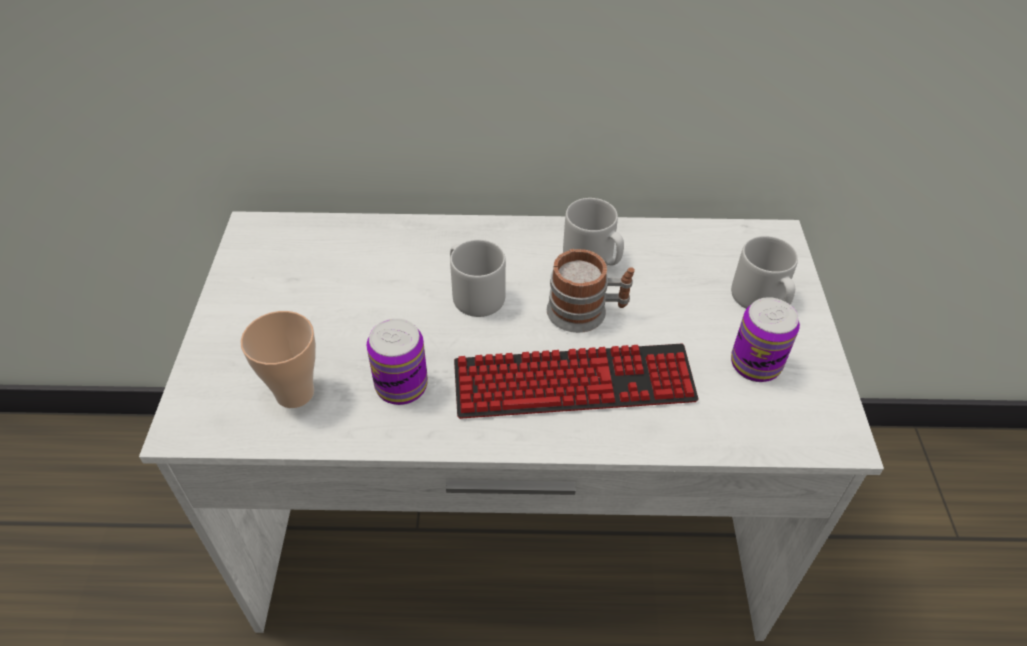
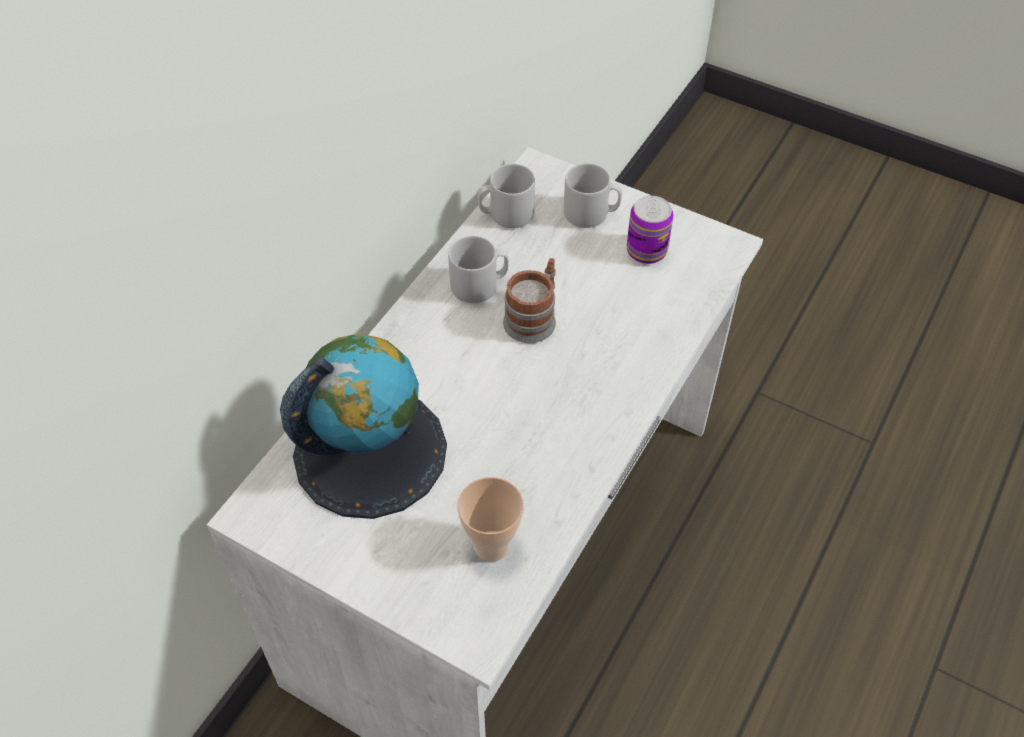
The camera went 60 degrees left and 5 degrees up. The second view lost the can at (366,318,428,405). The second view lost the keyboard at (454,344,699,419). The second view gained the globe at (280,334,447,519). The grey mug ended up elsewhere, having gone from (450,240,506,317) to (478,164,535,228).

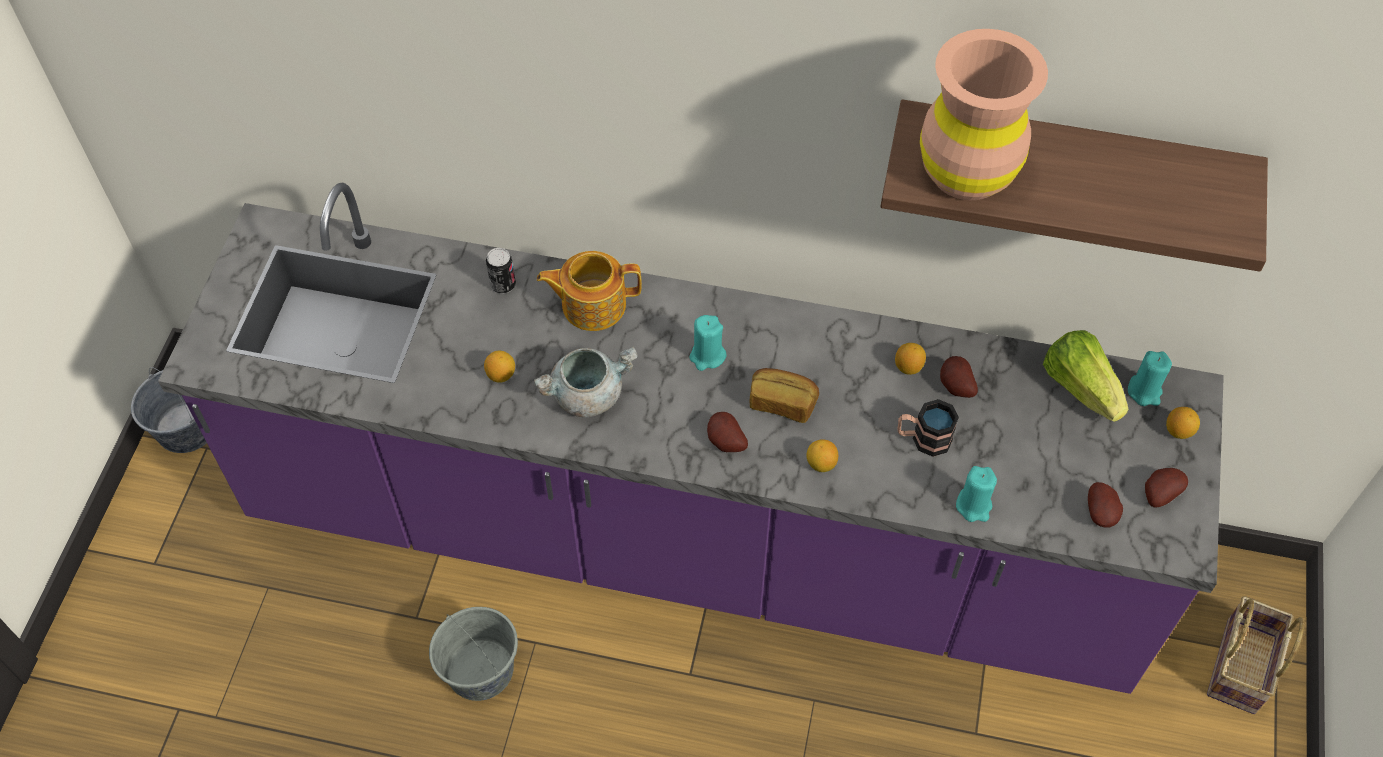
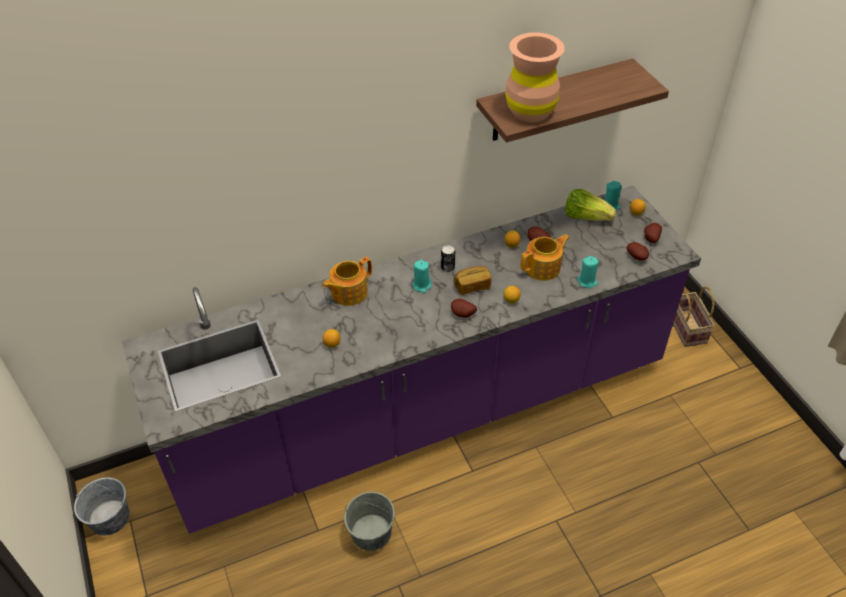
The camera went 35 degrees left and 10 degrees down. The second view lost the grey cooking pot at (534,346,638,418). The can ended up elsewhere, having gone from (486,248,516,294) to (441,245,455,272). Where the mug stood at (898,399,959,457), the teapot came to stand at (521,235,569,281).

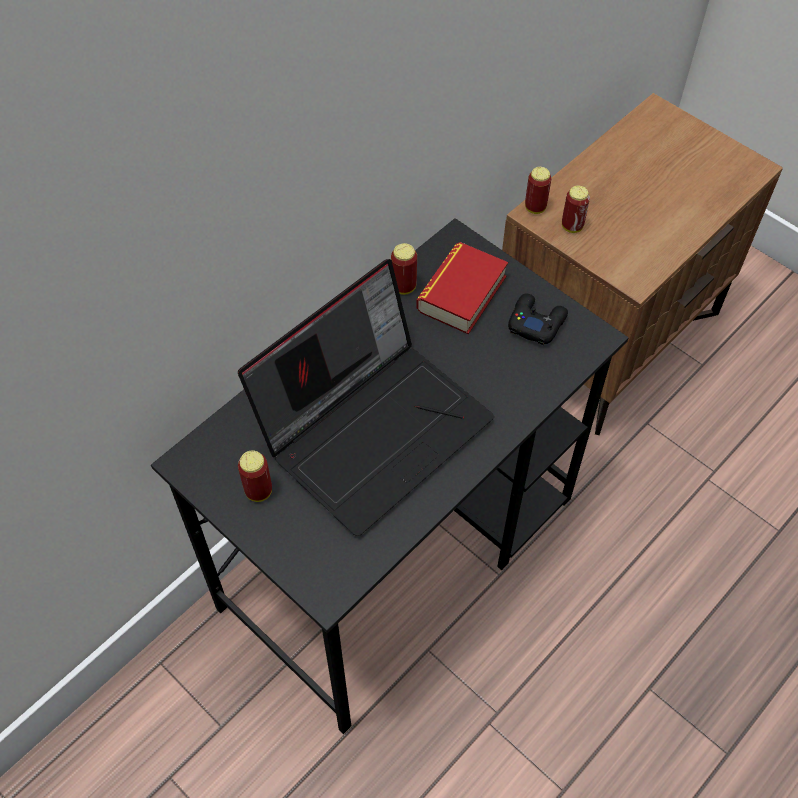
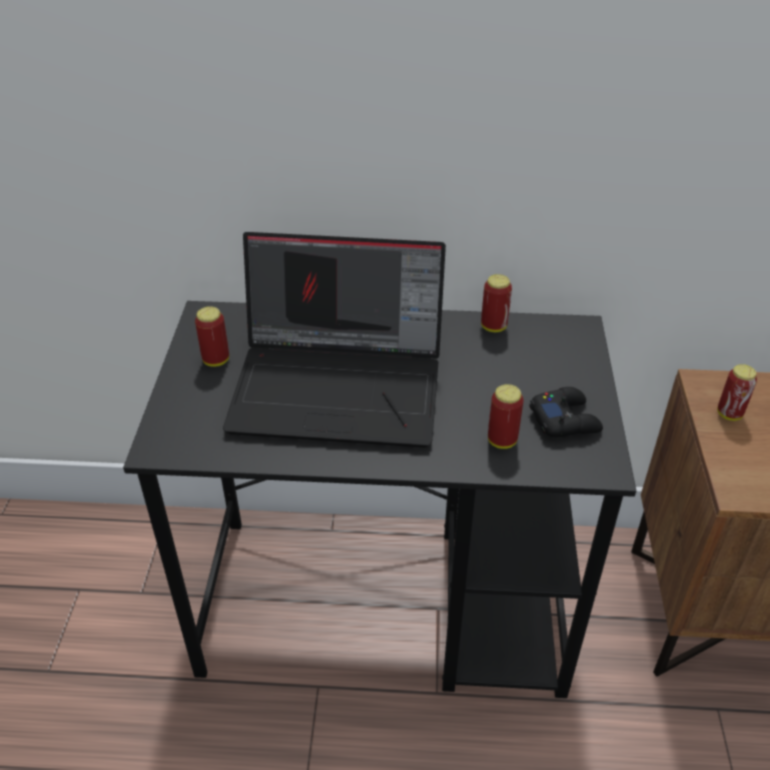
The camera went 50 degrees right and 15 degrees down. The second view lost the book at (416,242,508,334). The can ended up elsewhere, having gone from (525,167,551,214) to (488,384,524,449).

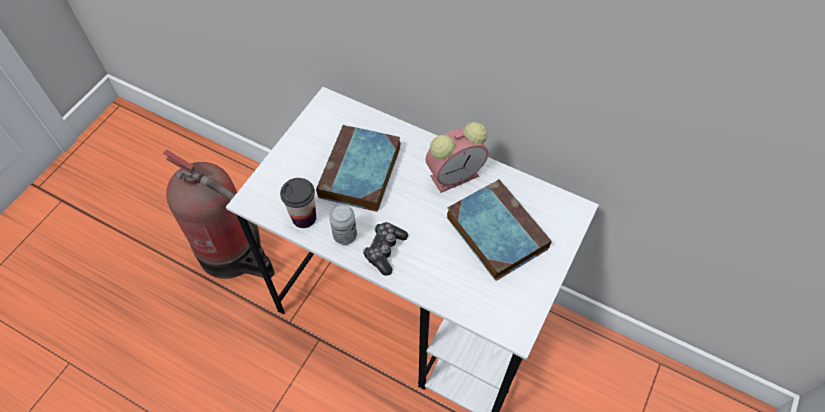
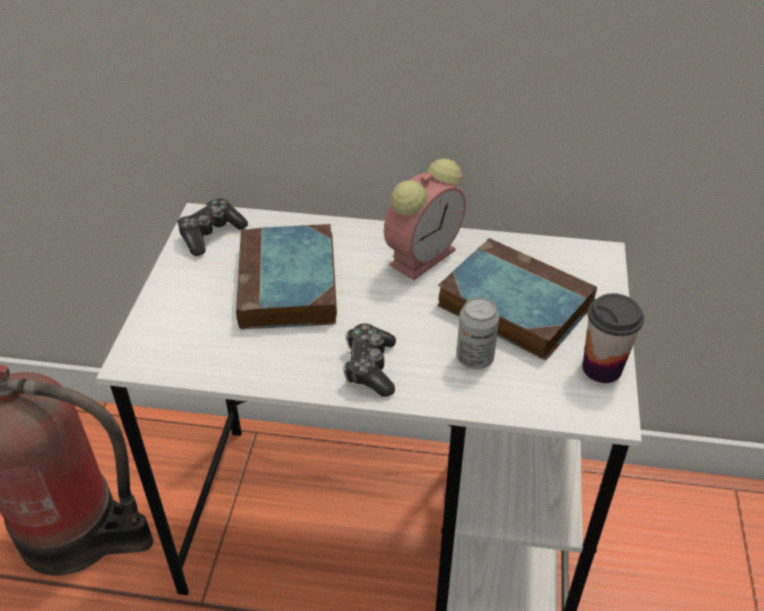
The camera went 20 degrees left and 15 degrees down. The second view gained the game controller at (177,198,248,256). The cup ended up elsewhere, having gone from (280,178,316,228) to (583,293,644,383). The can ended up elsewhere, having gone from (329,204,357,245) to (456,297,499,369).

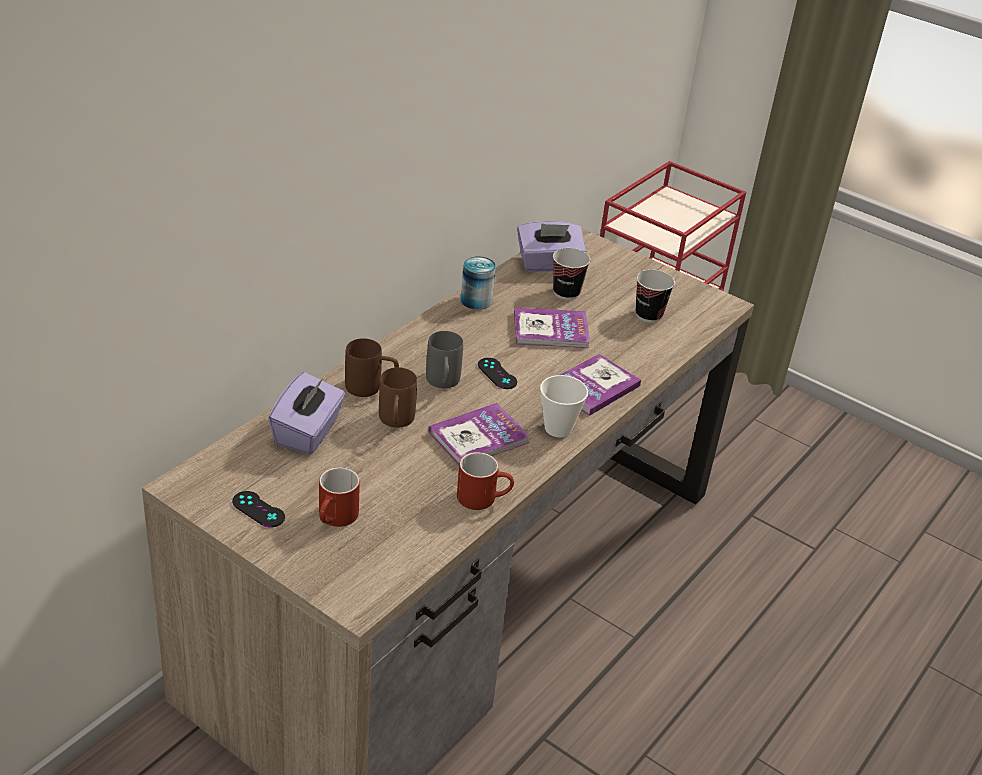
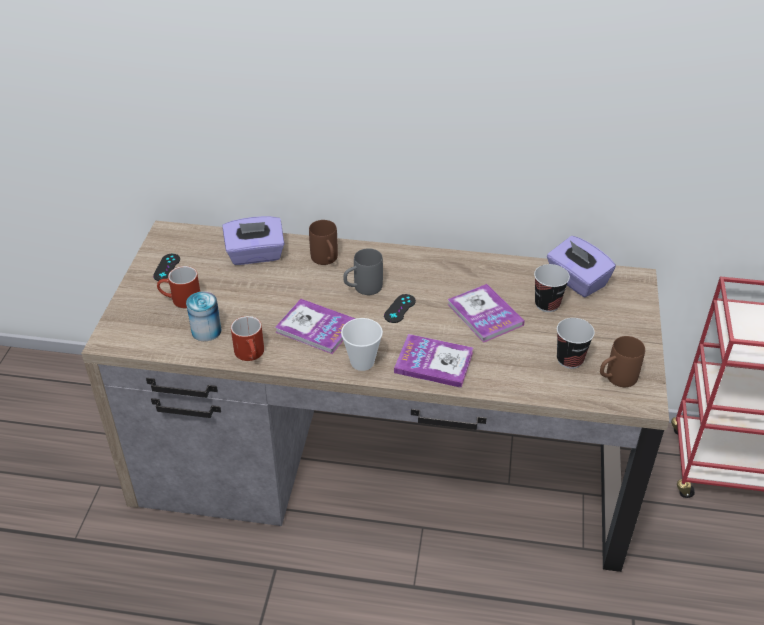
The camera went 65 degrees right and 5 degrees up. The brown mug ended up elsewhere, having gone from (379,367,417,428) to (600,336,645,387). The can ended up elsewhere, having gone from (461,256,496,310) to (186,291,221,341).

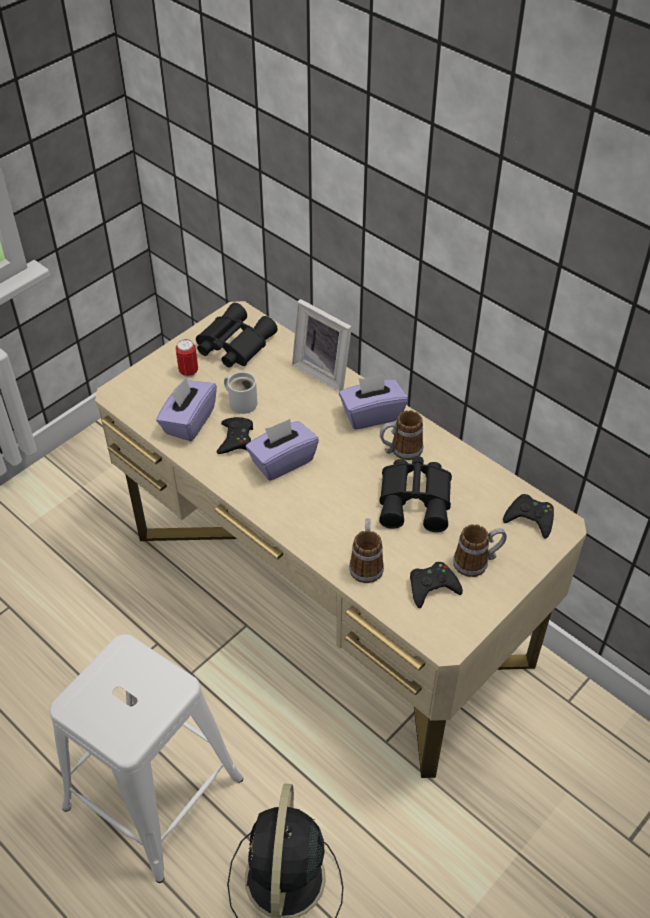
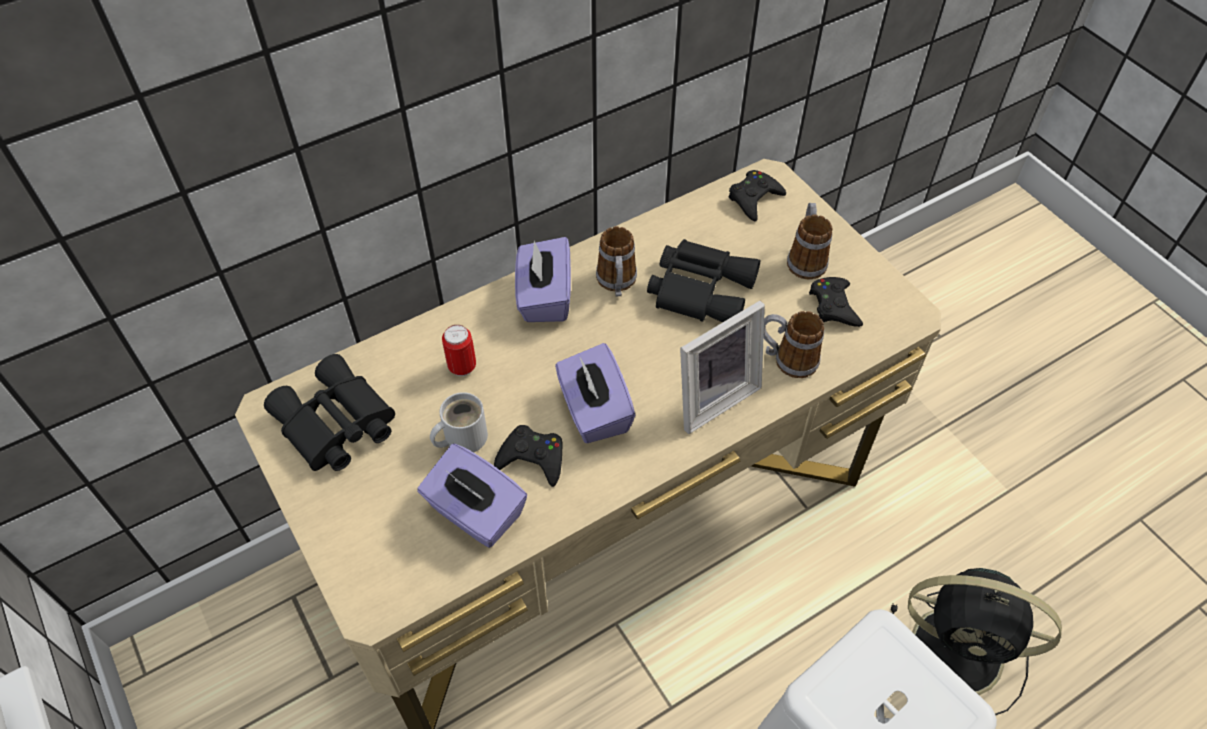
The camera went 75 degrees left and 5 degrees up. The can ended up elsewhere, having gone from (176,339,198,377) to (442,325,476,376). The picture frame ended up elsewhere, having gone from (292,299,352,392) to (680,300,765,434).

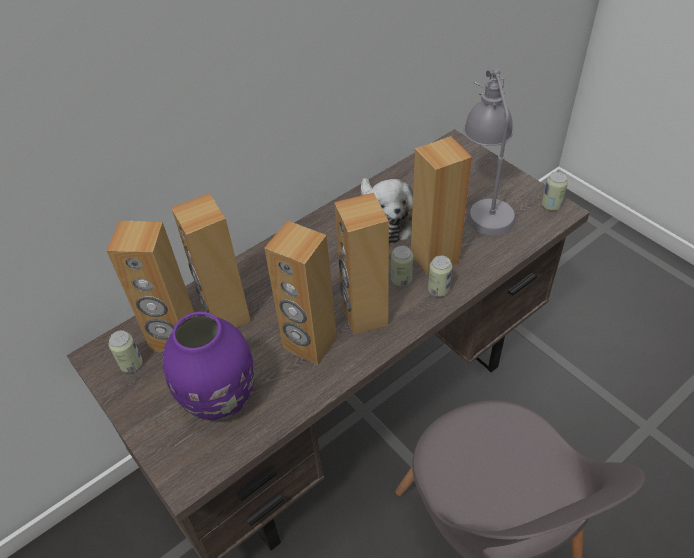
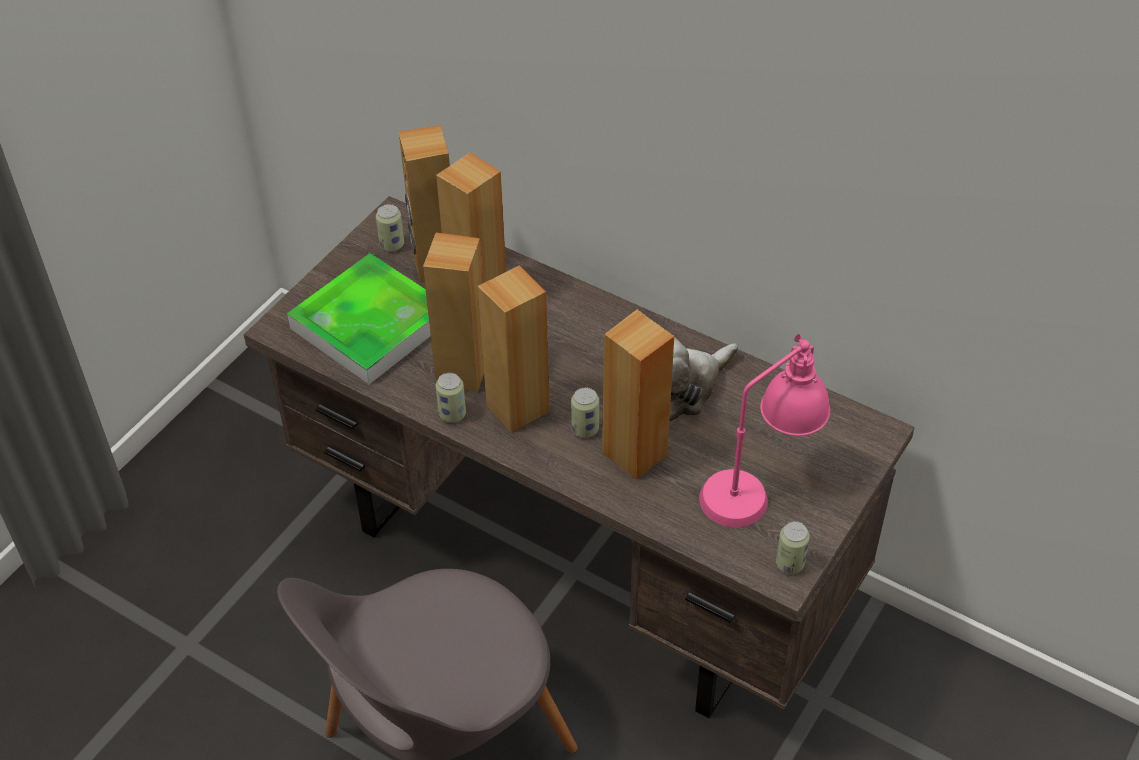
The camera went 70 degrees right and 0 degrees up. The can ended up elsewhere, having gone from (428,255,452,297) to (436,373,466,423). Where the purple vase stood at (162,311,254,421), the tray came to stand at (287,253,431,384). What was the grey table lamp at (463,68,516,236) turned into the pink table lamp at (699,334,830,528).

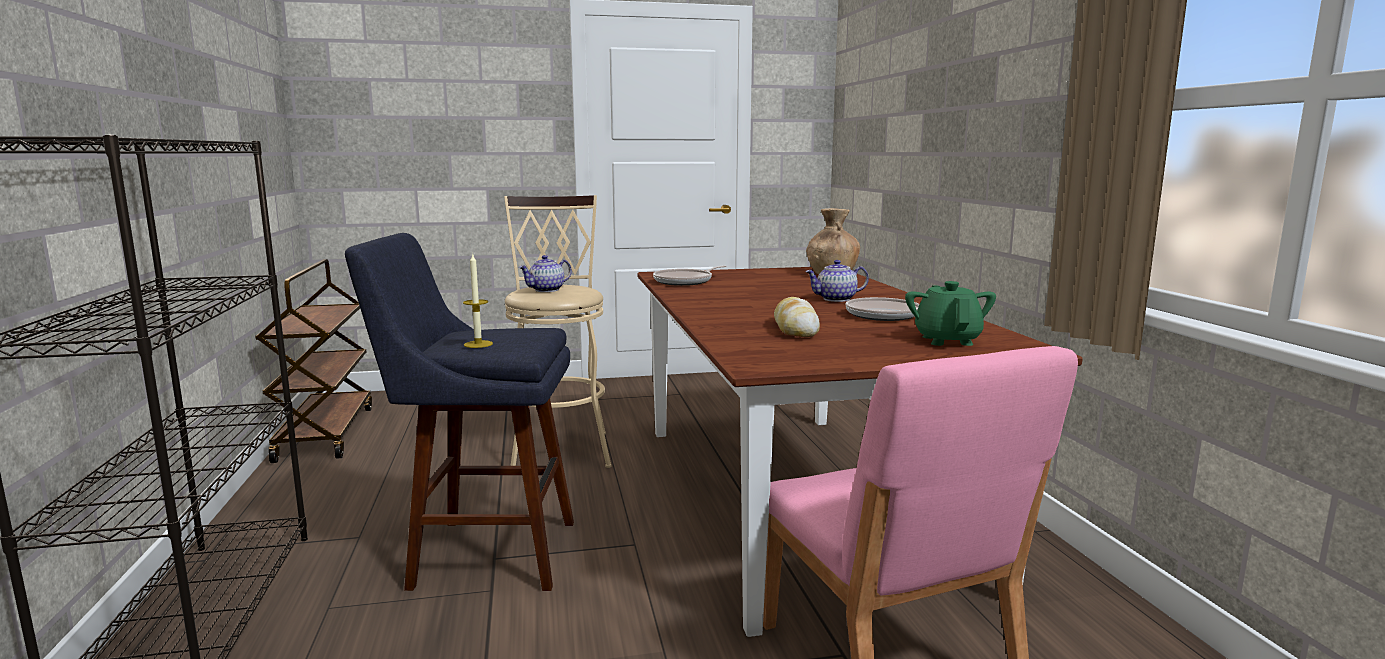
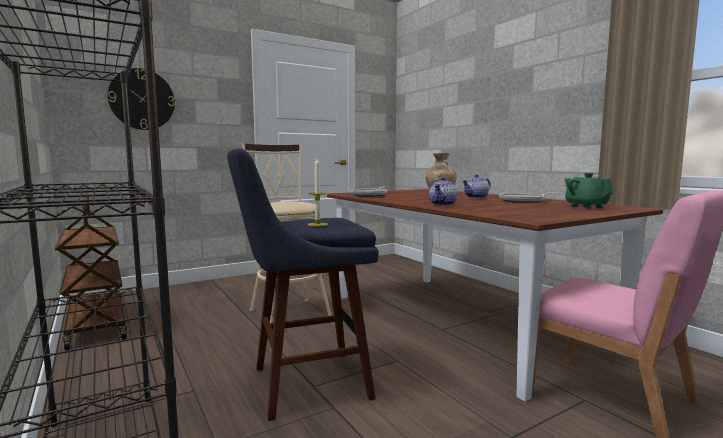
The camera went 20 degrees left and 5 degrees down. The second view lost the bread at (774,297,820,337). The second view gained the wall clock at (108,68,175,130). The teapot ended up elsewhere, having gone from (519,255,572,292) to (429,177,458,206).

